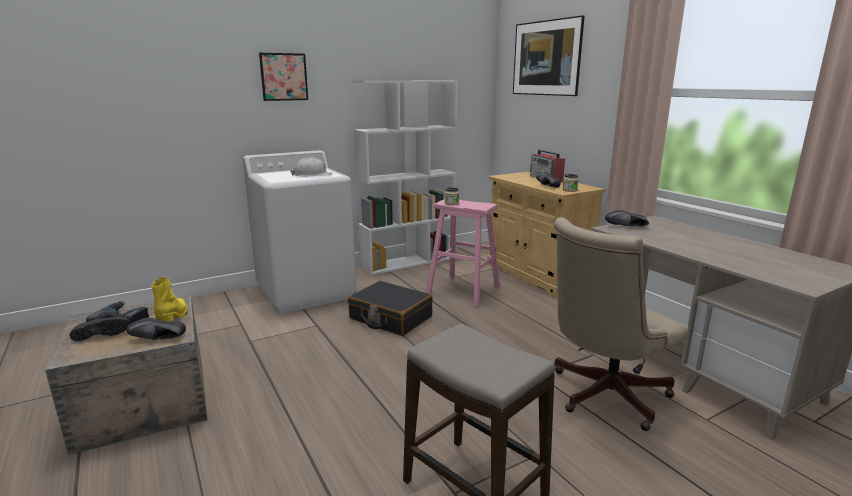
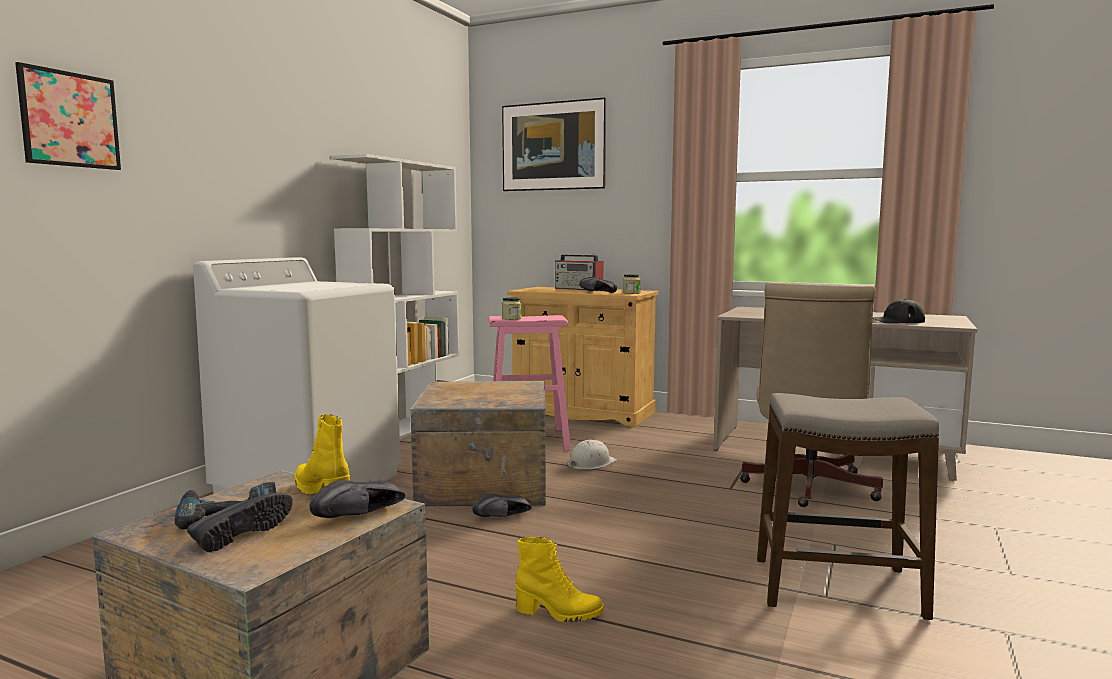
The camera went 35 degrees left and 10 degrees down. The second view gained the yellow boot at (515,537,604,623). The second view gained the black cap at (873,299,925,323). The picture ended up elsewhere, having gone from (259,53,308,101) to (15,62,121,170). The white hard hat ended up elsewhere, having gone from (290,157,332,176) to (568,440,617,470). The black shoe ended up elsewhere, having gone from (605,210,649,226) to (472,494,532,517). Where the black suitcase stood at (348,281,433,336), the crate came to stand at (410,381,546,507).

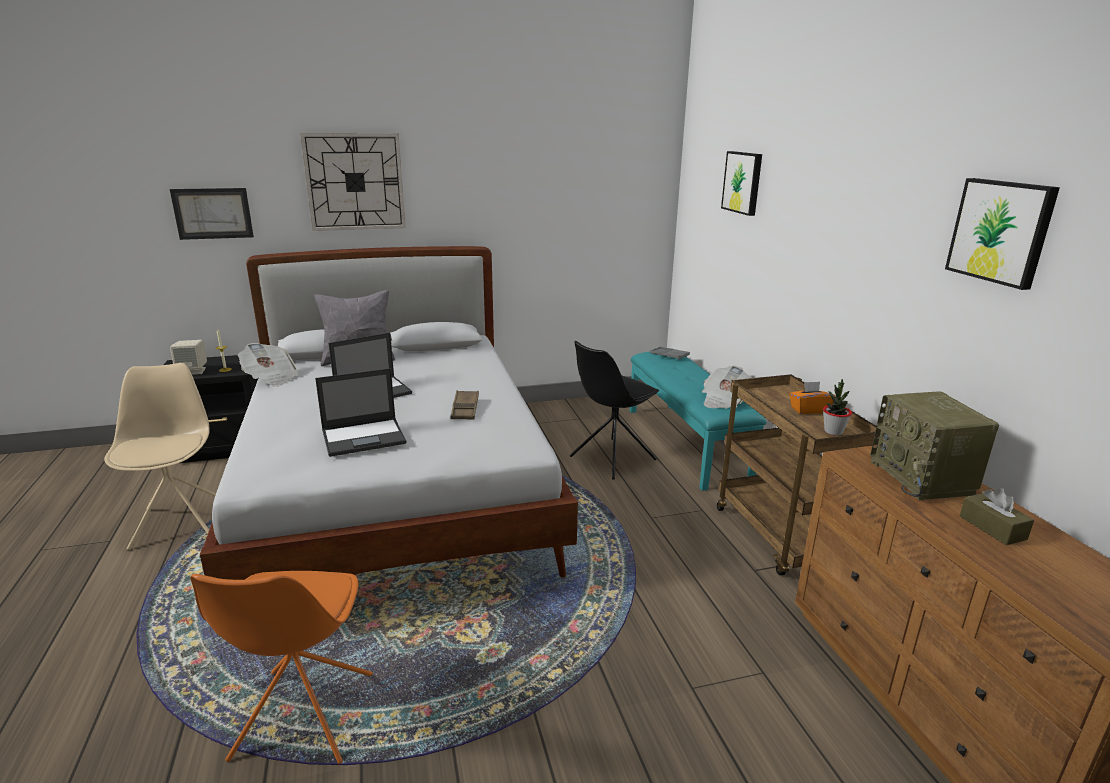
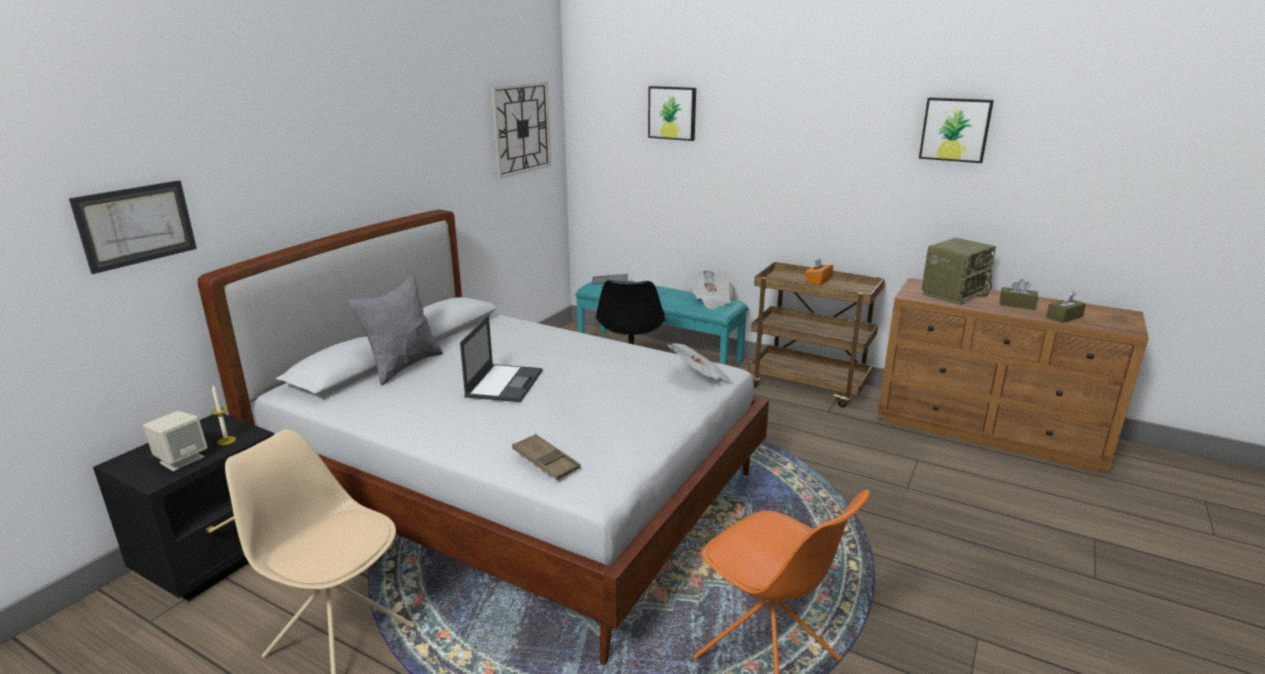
The camera went 45 degrees left and 0 degrees up. The second view lost the laptop at (315,368,406,457). The second view lost the potted plant at (823,379,852,435). The second view gained the brown tissue box at (1046,290,1086,323). The newspaper ended up elsewhere, having gone from (238,343,299,387) to (668,343,733,381). The wall clock ended up elsewhere, having gone from (300,133,406,231) to (491,82,551,179). The brown tray ended up elsewhere, having gone from (451,390,479,420) to (512,434,580,480). The radio at (870,392,999,500) ended up facing another way, 75 degrees counterclockwise from before.

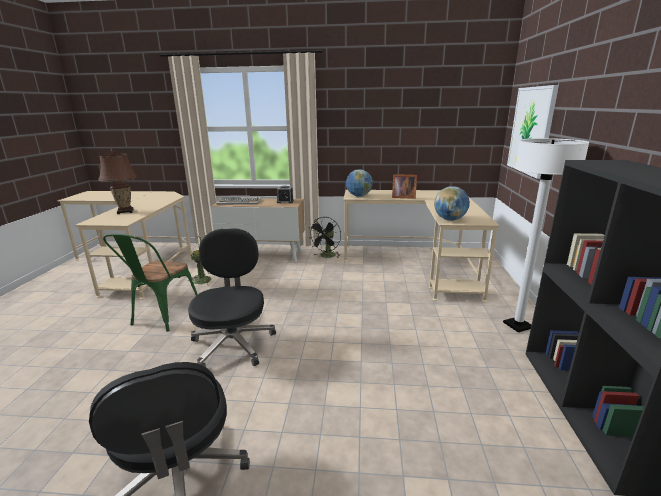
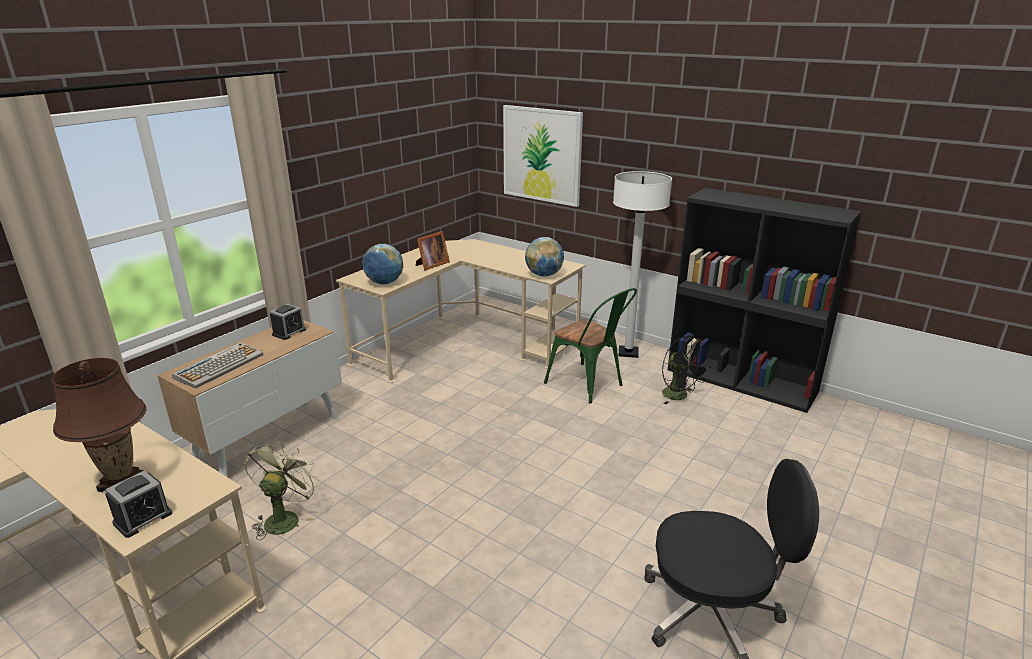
The camera went 60 degrees left and 5 degrees up. The second view lost the black office chair at (188,228,276,366). The second view gained the alarm clock at (105,471,172,538). The green chair ended up elsewhere, having gone from (103,234,198,332) to (544,288,637,404). The black fan ended up elsewhere, having gone from (308,217,341,258) to (662,336,711,404).

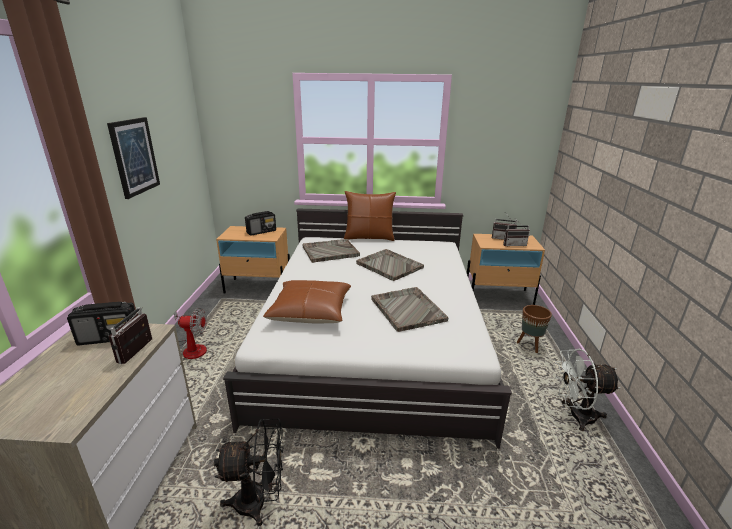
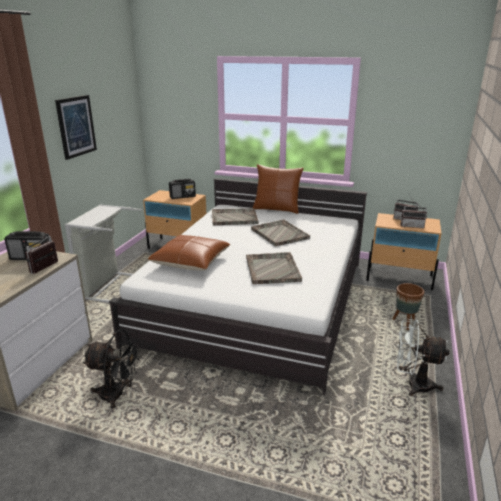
The camera went 15 degrees right and 0 degrees up. Where the fan stood at (174,308,207,359), the grey laundry basket came to stand at (65,204,142,303).

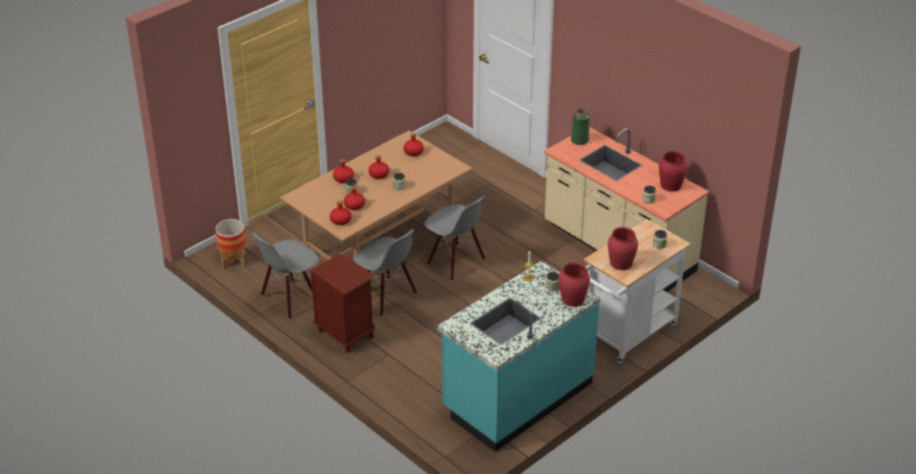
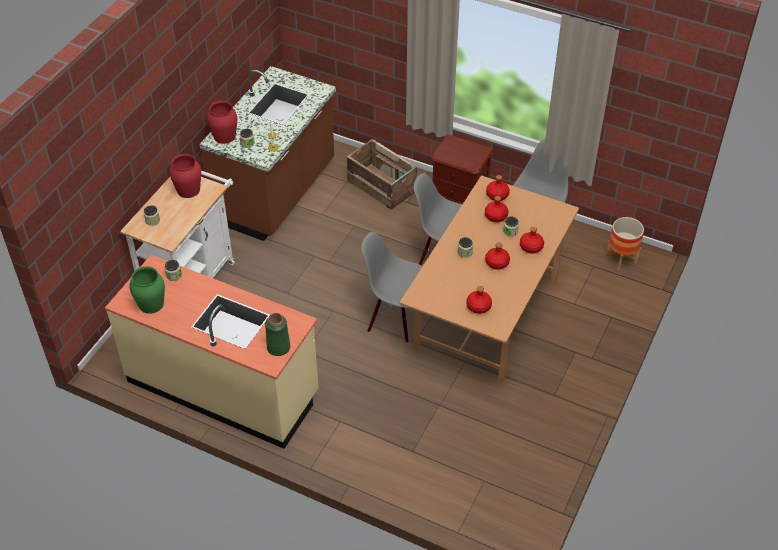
The camera went 160 degrees right and 10 degrees up. The second view gained the crate at (347,139,417,210). What was the turquoise counter at (437,261,601,452) turned into the brown counter at (200,66,336,241). What was the red vase at (659,151,687,192) turned into the green vase at (130,266,165,314).

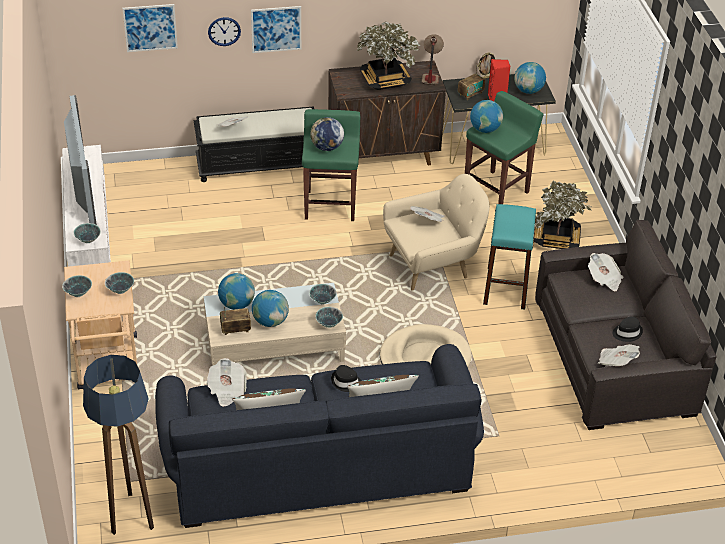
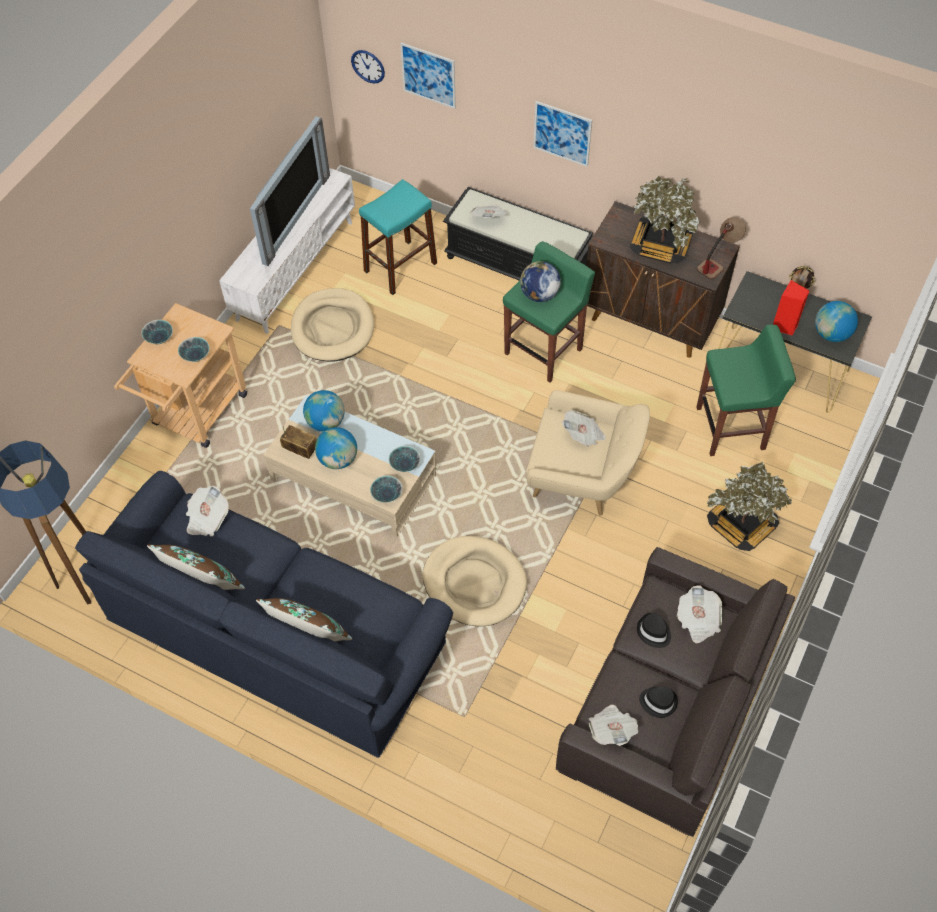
The camera went 40 degrees right and 15 degrees up. The second view lost the bowl at (73,223,101,243). The second view lost the radio at (458,68,485,100). The second view lost the globe at (470,100,503,133). The second view gained the beige dog bed at (291,288,374,362). The wall clock ended up elsewhere, having gone from (208,17,241,46) to (351,50,385,84). The black hat ended up elsewhere, having gone from (331,365,361,392) to (637,613,671,648). The turquoise stool ended up elsewhere, having gone from (483,204,536,310) to (359,179,437,295).

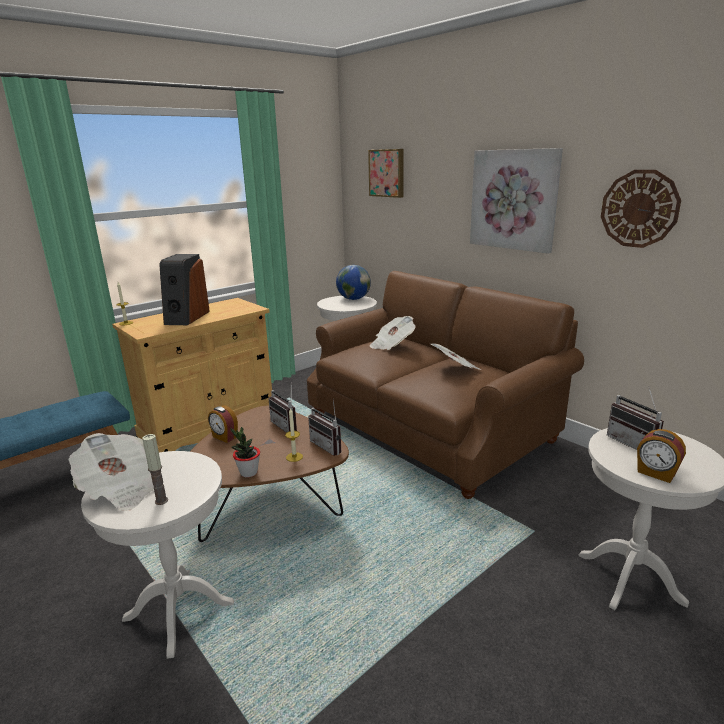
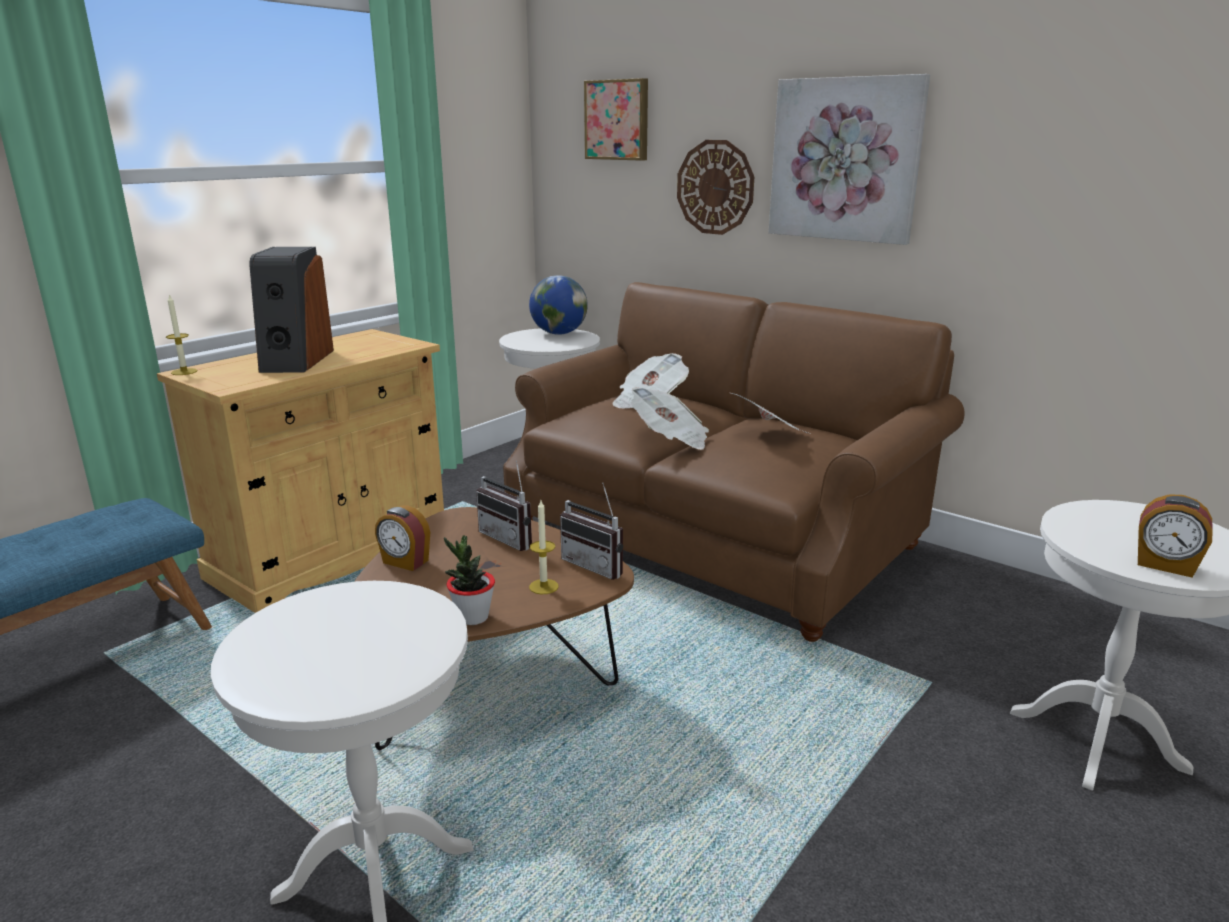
The camera went 10 degrees left and 0 degrees up. The second view lost the candle at (142,434,168,505). The second view lost the radio at (607,386,664,450). The newspaper ended up elsewhere, having gone from (68,433,154,511) to (631,387,709,450). The wall clock ended up elsewhere, having gone from (601,170,681,248) to (677,140,754,235).

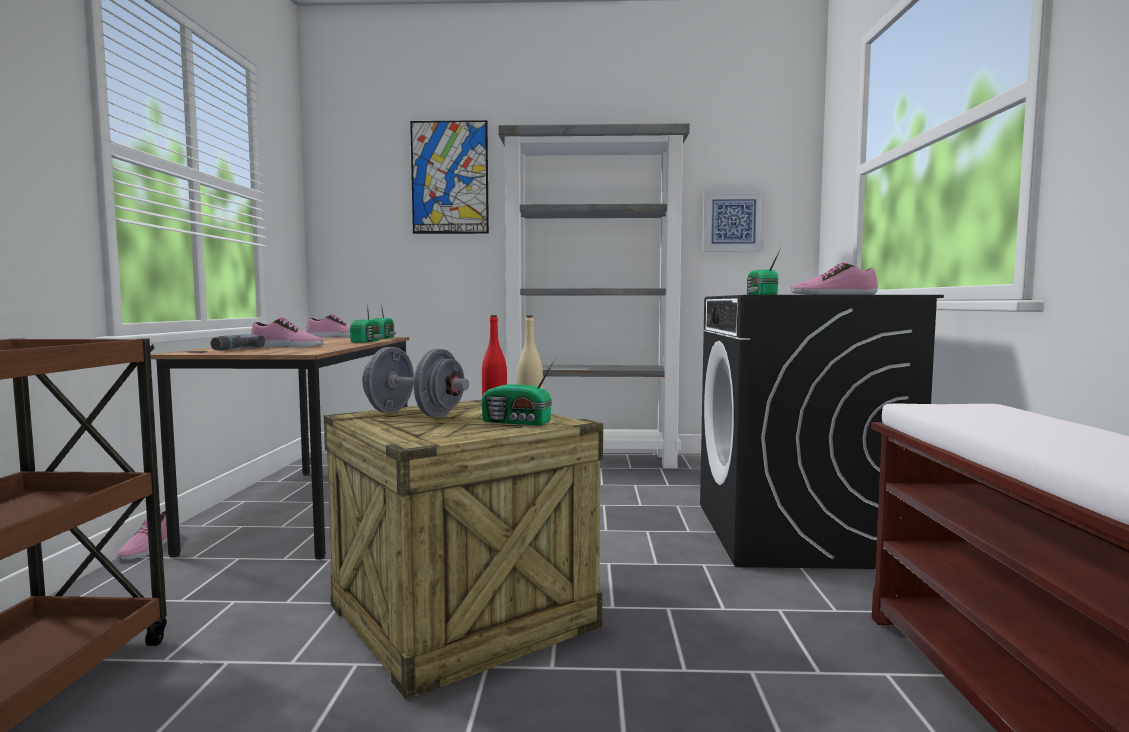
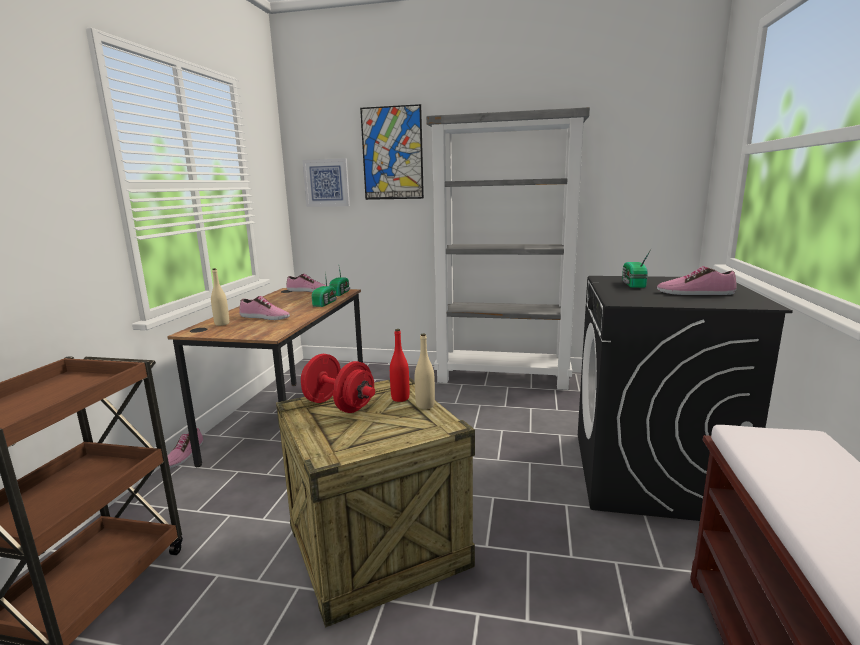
The camera went 10 degrees right and 10 degrees up. The second view lost the radio at (482,356,557,426). The picture ended up elsewhere, having gone from (702,190,765,252) to (302,158,350,207). Where the power drill stood at (210,334,265,351), the beige bottle came to stand at (211,268,229,326). What was the grey dumbbell at (362,347,469,417) turned into the red dumbbell at (301,354,375,413).

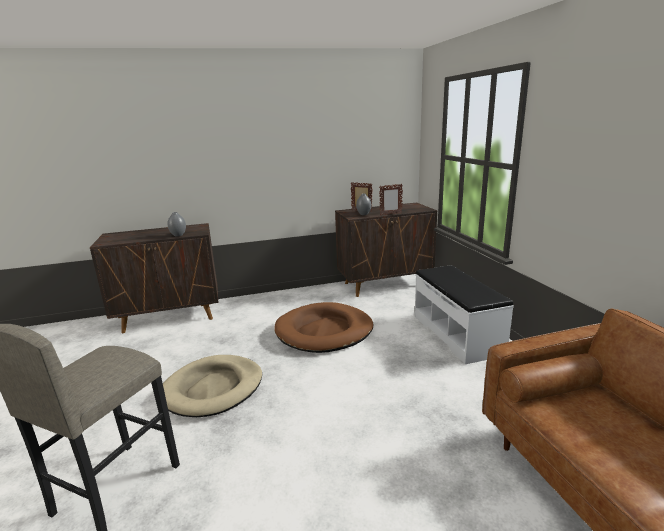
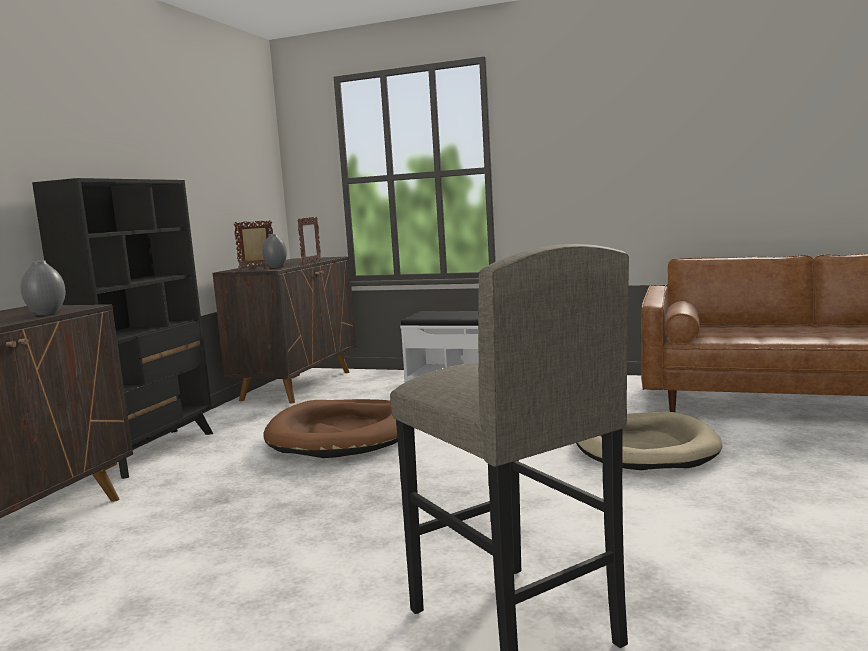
The camera went 55 degrees left and 10 degrees down. The second view gained the black bookcase at (32,178,213,479). The beige dog bed ended up elsewhere, having gone from (163,355,262,417) to (576,412,722,470).

